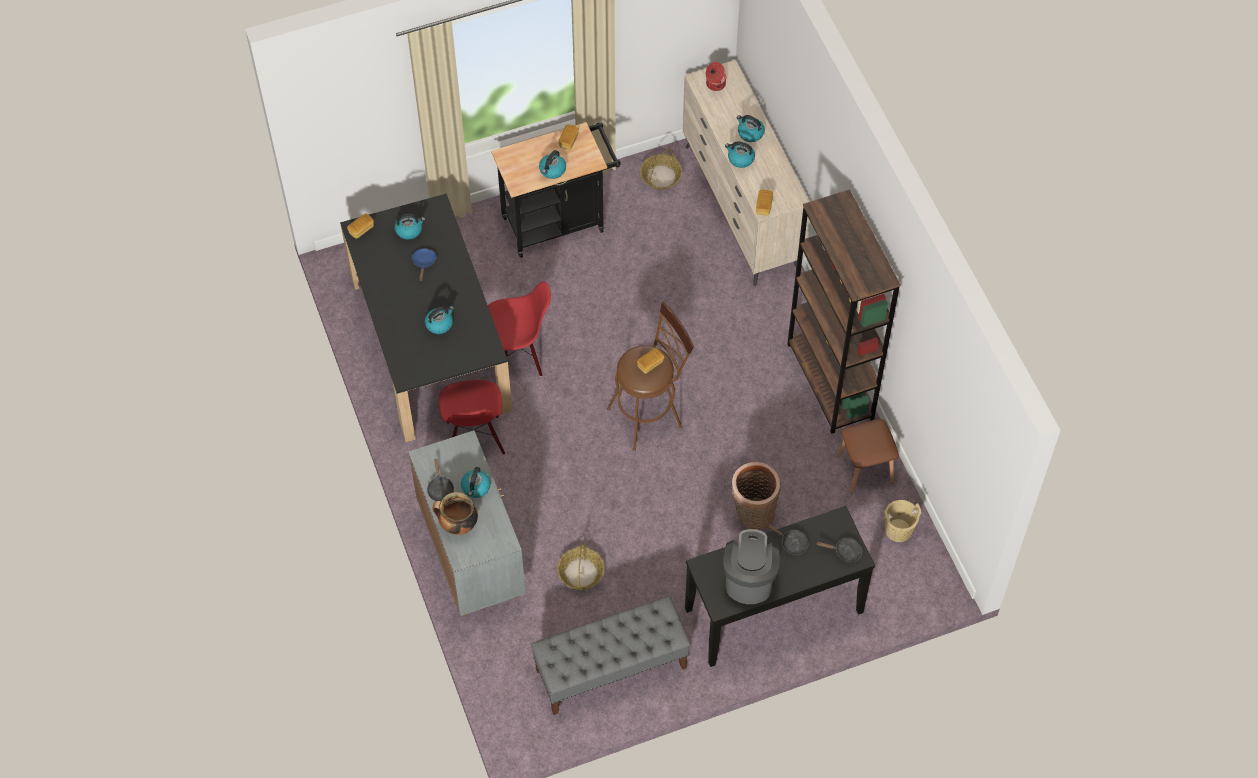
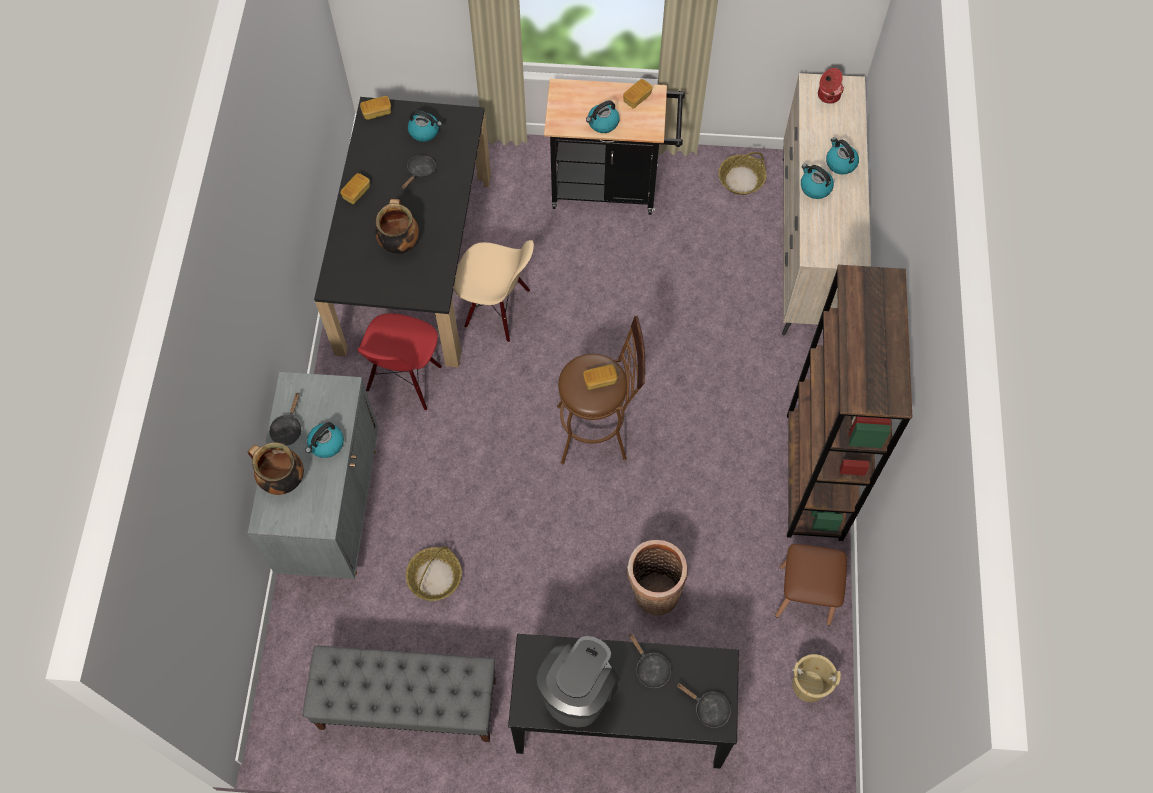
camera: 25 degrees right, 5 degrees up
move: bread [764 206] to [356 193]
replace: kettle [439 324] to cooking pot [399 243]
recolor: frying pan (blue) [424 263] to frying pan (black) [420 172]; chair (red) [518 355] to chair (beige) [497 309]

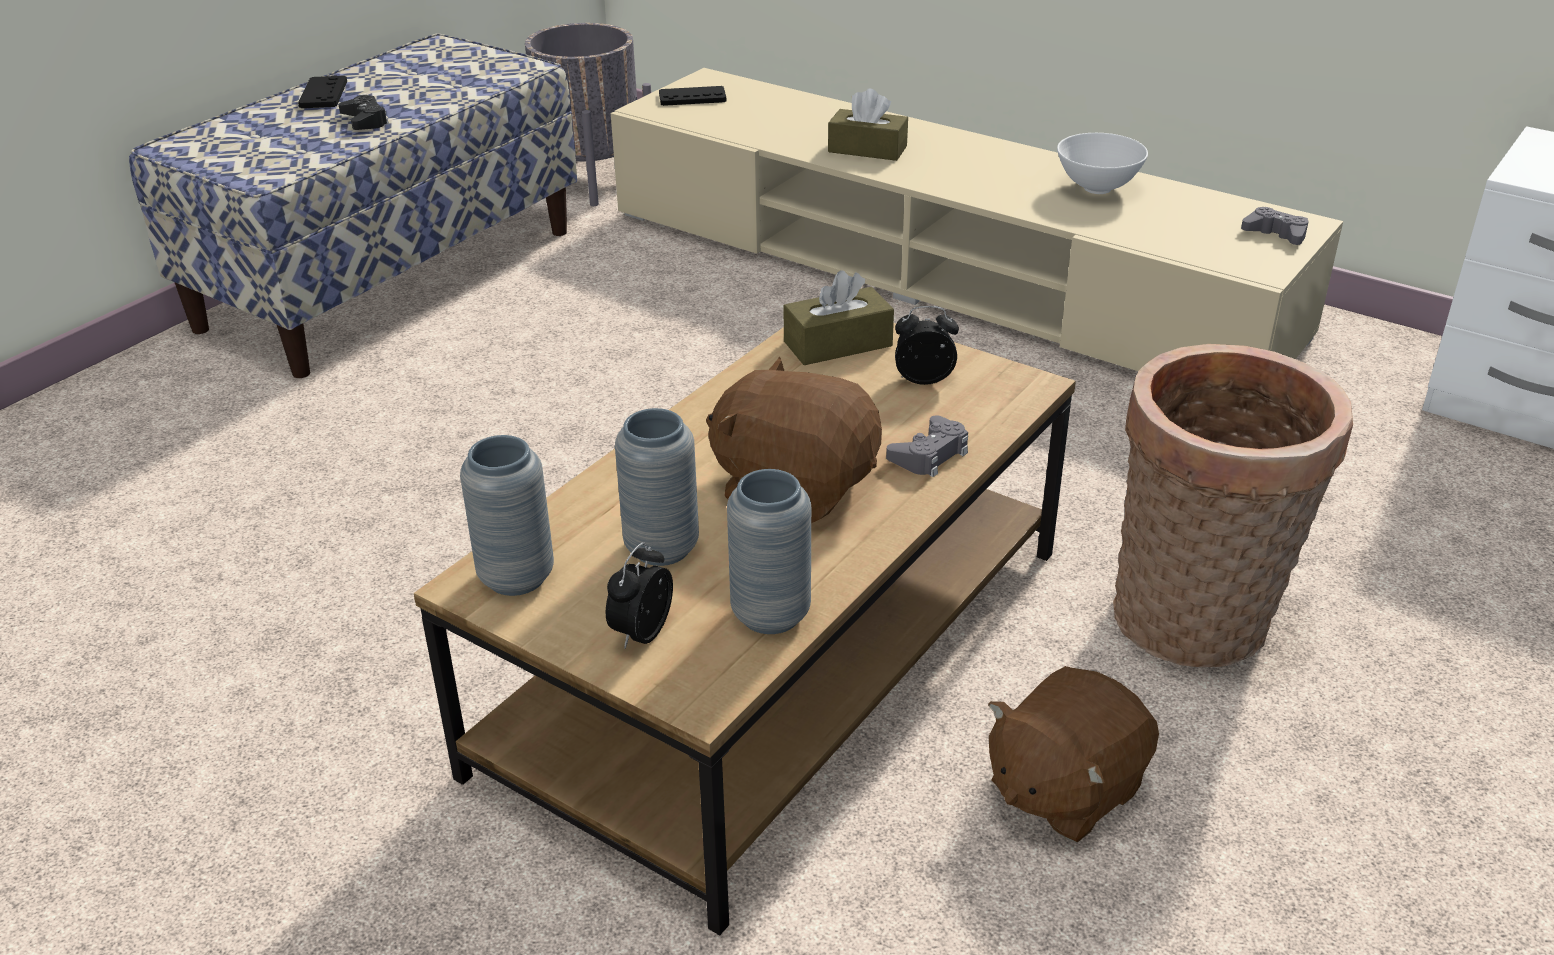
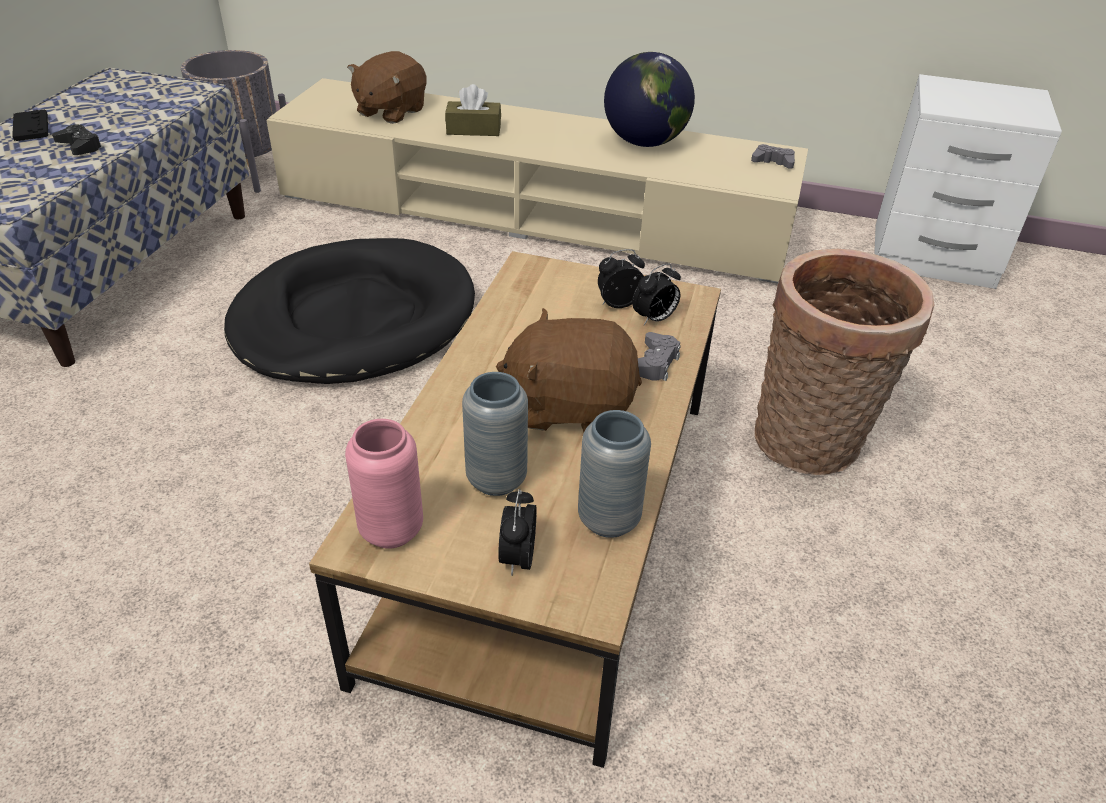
camera: 20 degrees left, 5 degrees up
delete: game controller (black) [692 98]; tissue box (brown) [838 344]
insert: dog bed (black) [354 319]; alarm clock [654 319]
move: plush toy (brown) [1063 789] to [390 111]
replace: bowl (white) [1098 188] to globe [645 142]
recolor: vase (grey) [516 577] to vase (pink) [391 530]

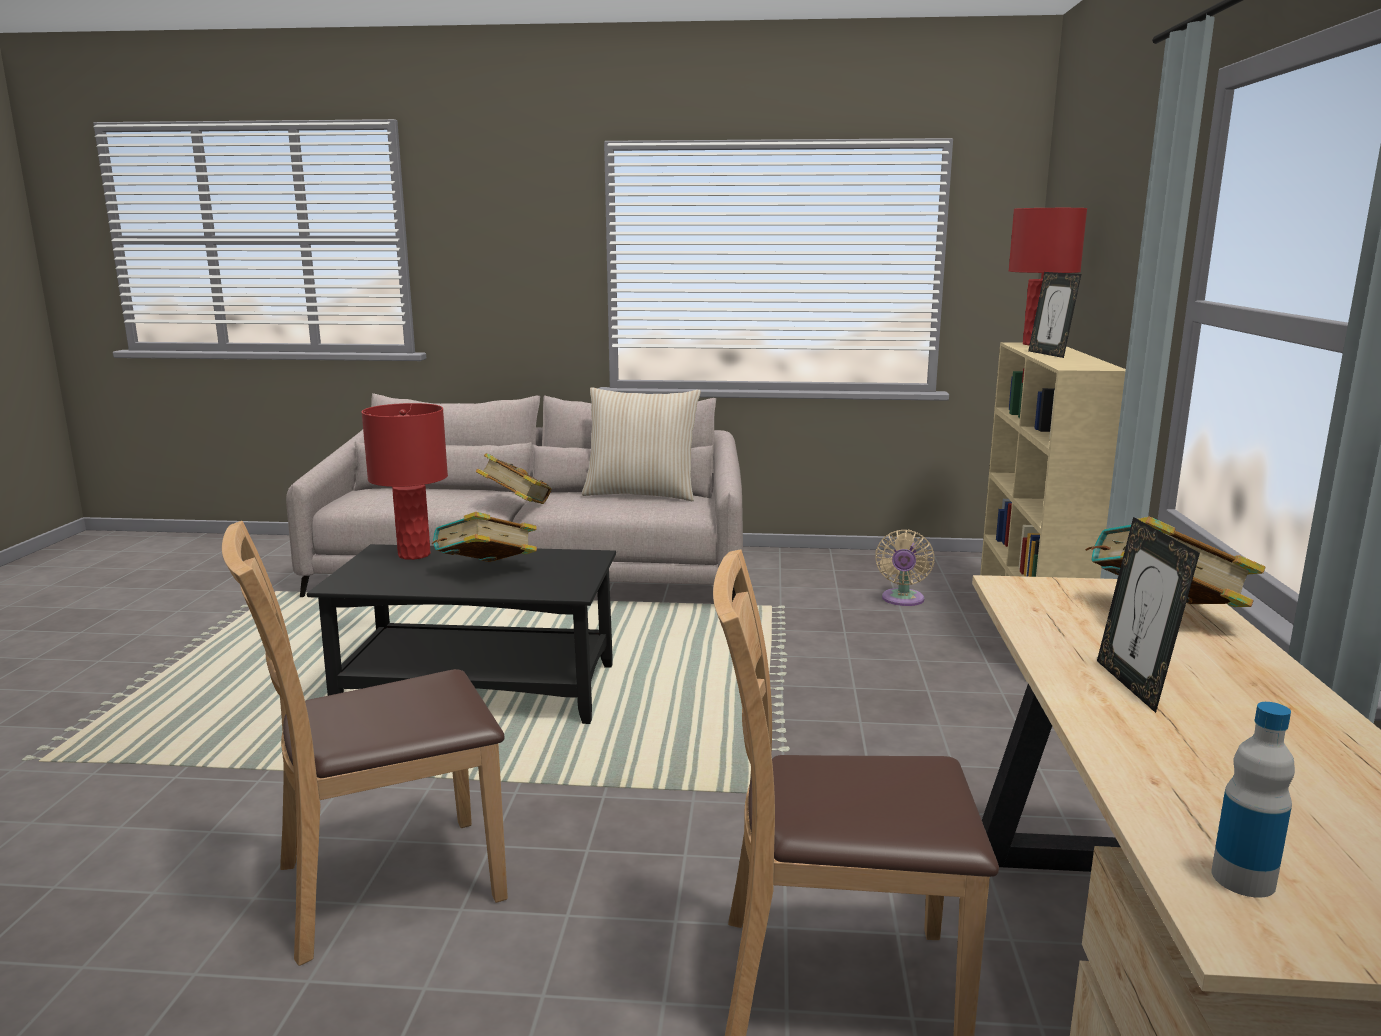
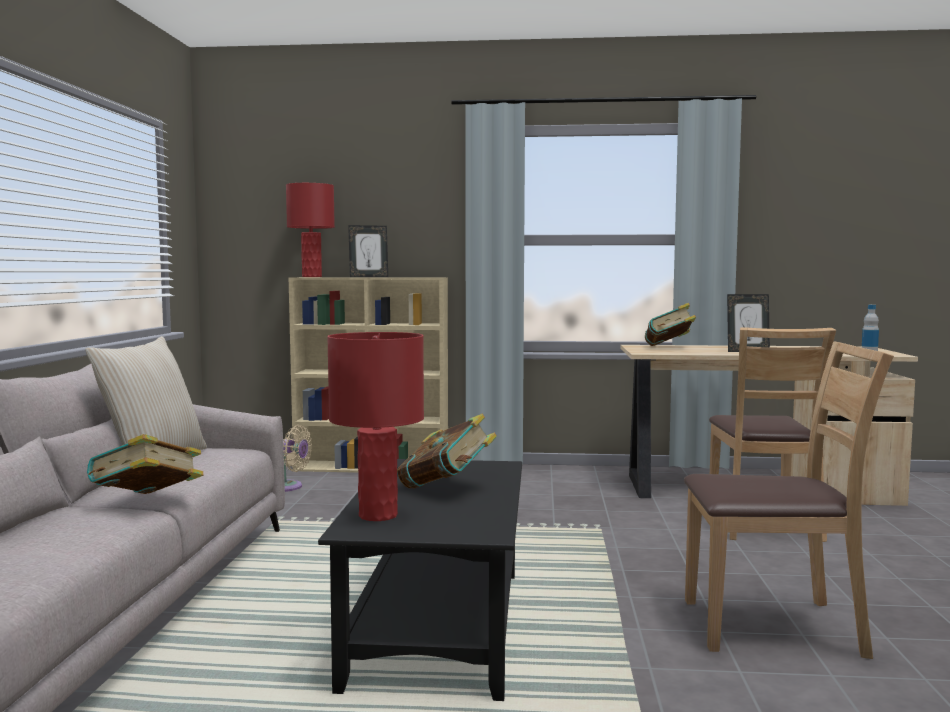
camera: 90 degrees left, 10 degrees down
rotate: chair (brown) [387 884] = [774 626] 60 degrees counterclockwise

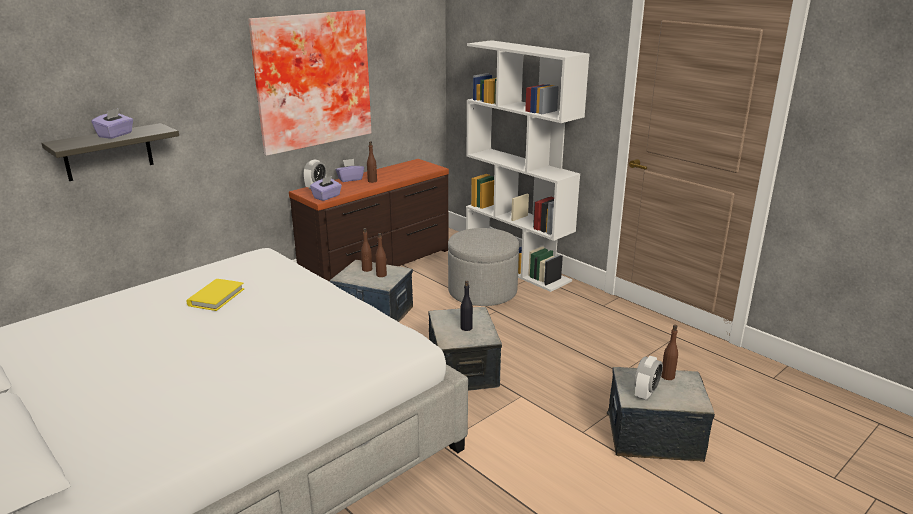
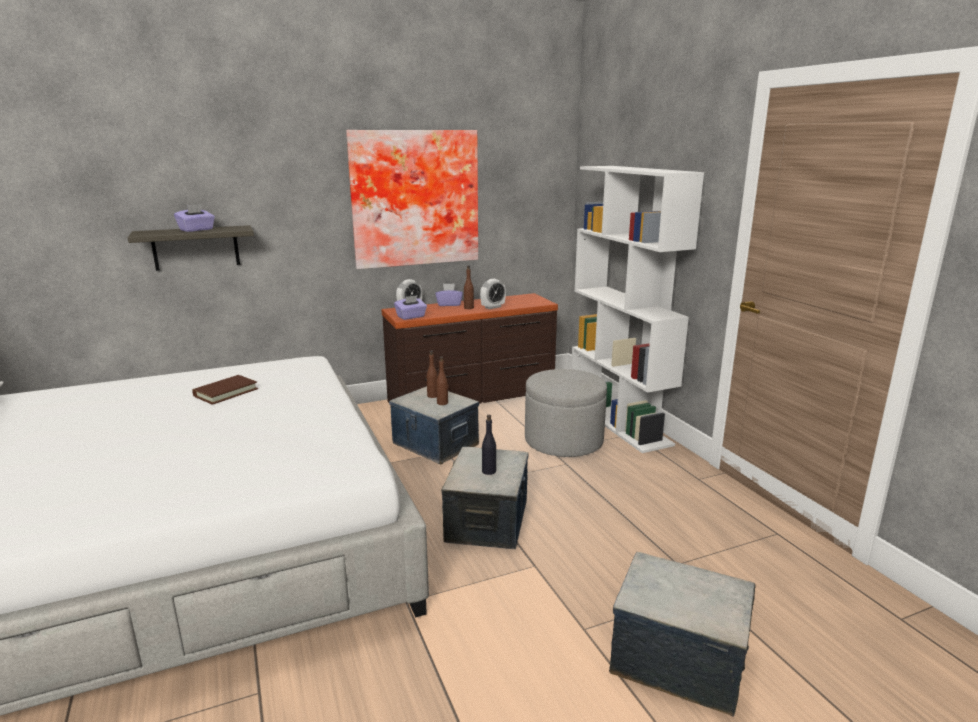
camera: 20 degrees right, 5 degrees down
delete: bottle (brown) [667 376]
move: alarm clock [645 393] to [493 307]
recolor: book (yellow) [216 297] to book (brown) [226 392]

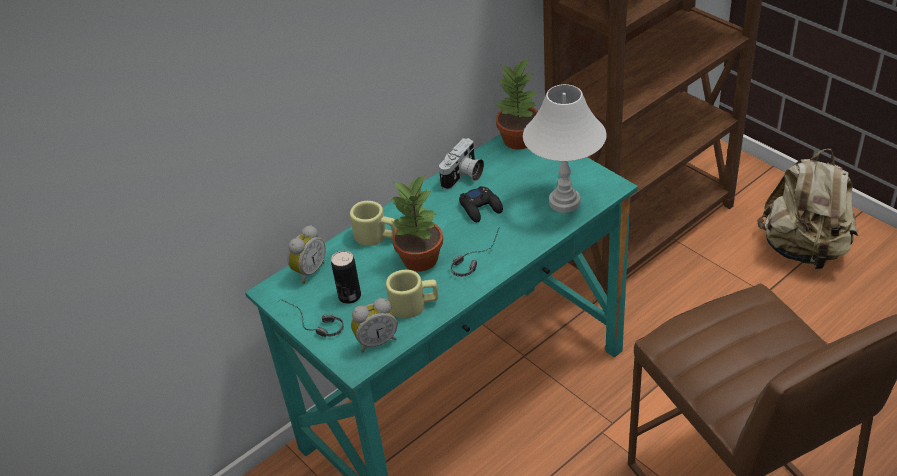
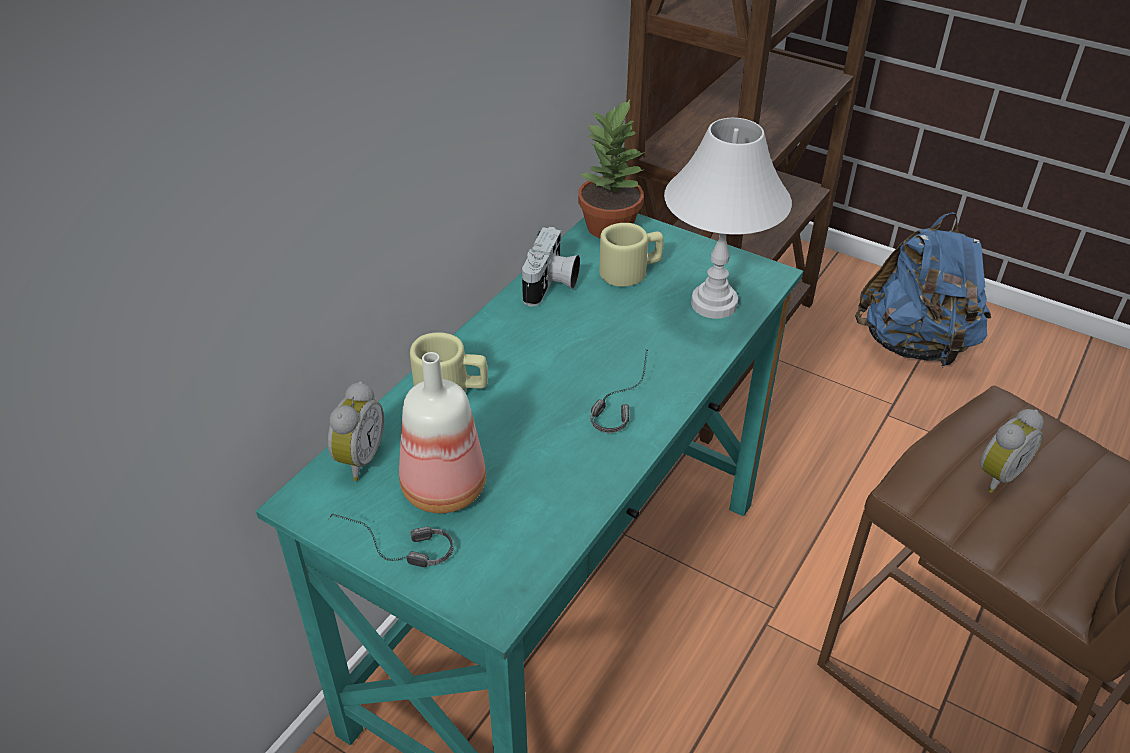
camera: 20 degrees left, 0 degrees up
delete: potted plant [421 259]; game controller (black) [481 208]
move: alarm clock [376 341] to [996 474]; mug (beige) [414 305] to [631 271]
replace: can [349 296] to bottle [442 490]
recolor: backpack (beige) [804 249] to backpack (blue) [914 345]

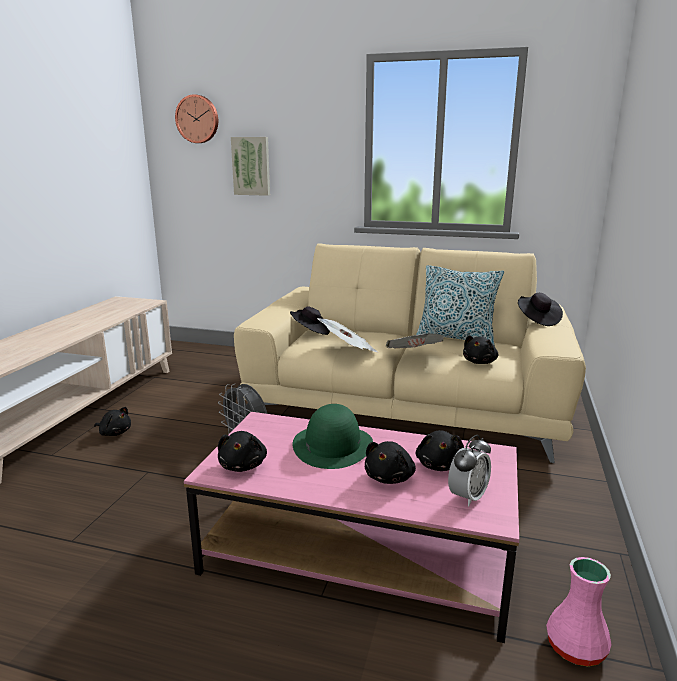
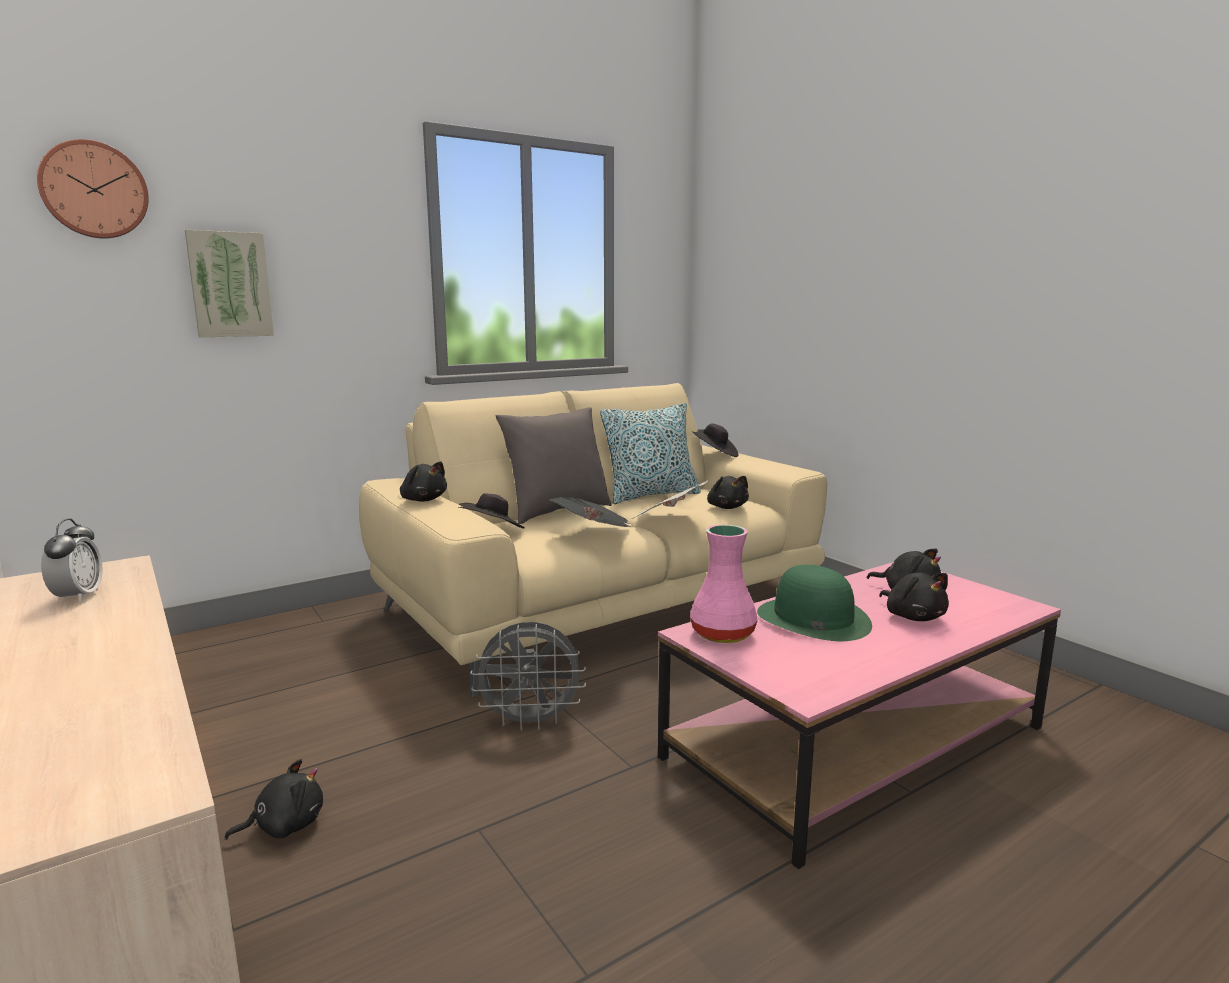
camera: 50 degrees left, 5 degrees down
insert: pillow (grey) [556 512]
move: plush toy (black) [243 465] to [423 500]; alarm clock [467 497] to [78 597]; vase (pink) [577 648] to [724 634]

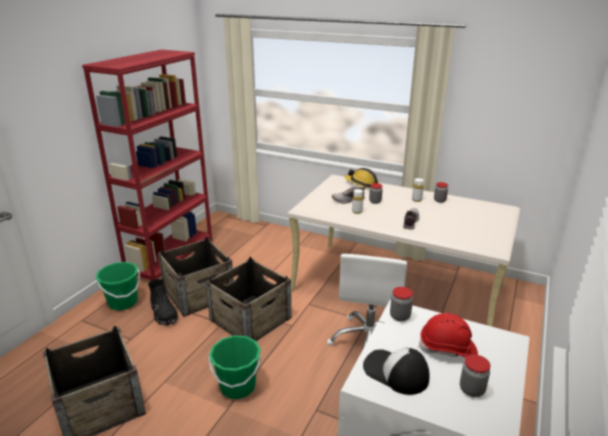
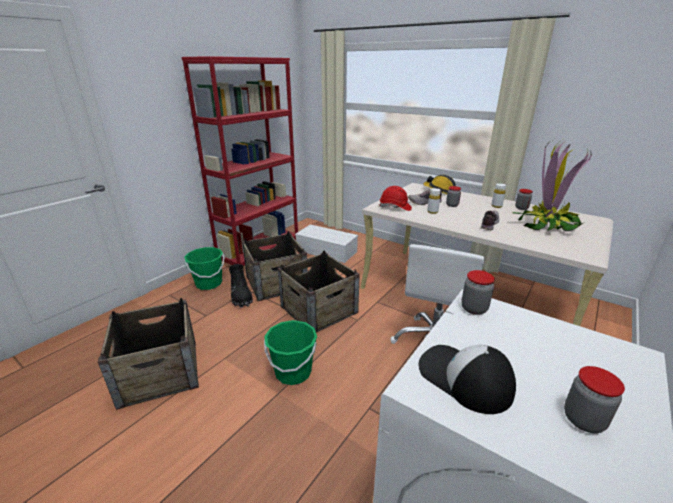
camera: 10 degrees right, 0 degrees up
insert: storage box (white) [327 251]; potted plant [547 225]
move: hard hat (red) [448 349] to [395 207]

